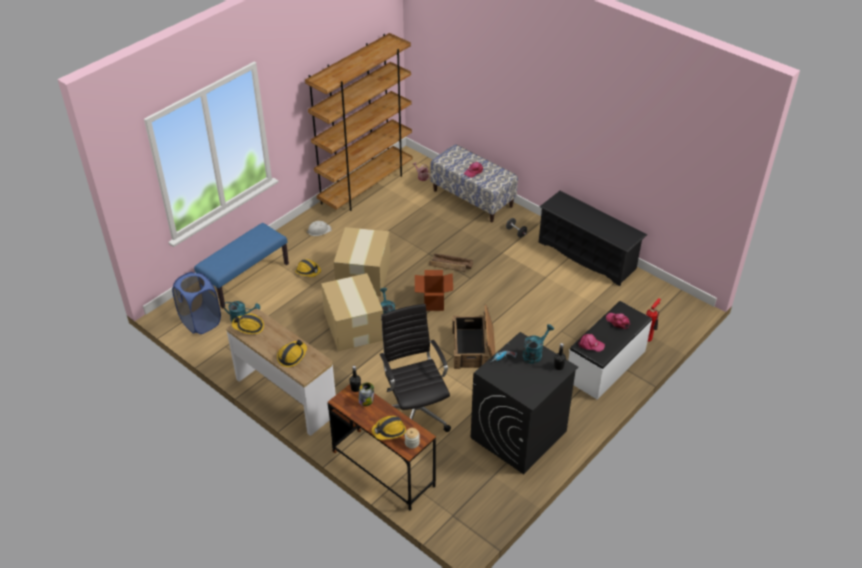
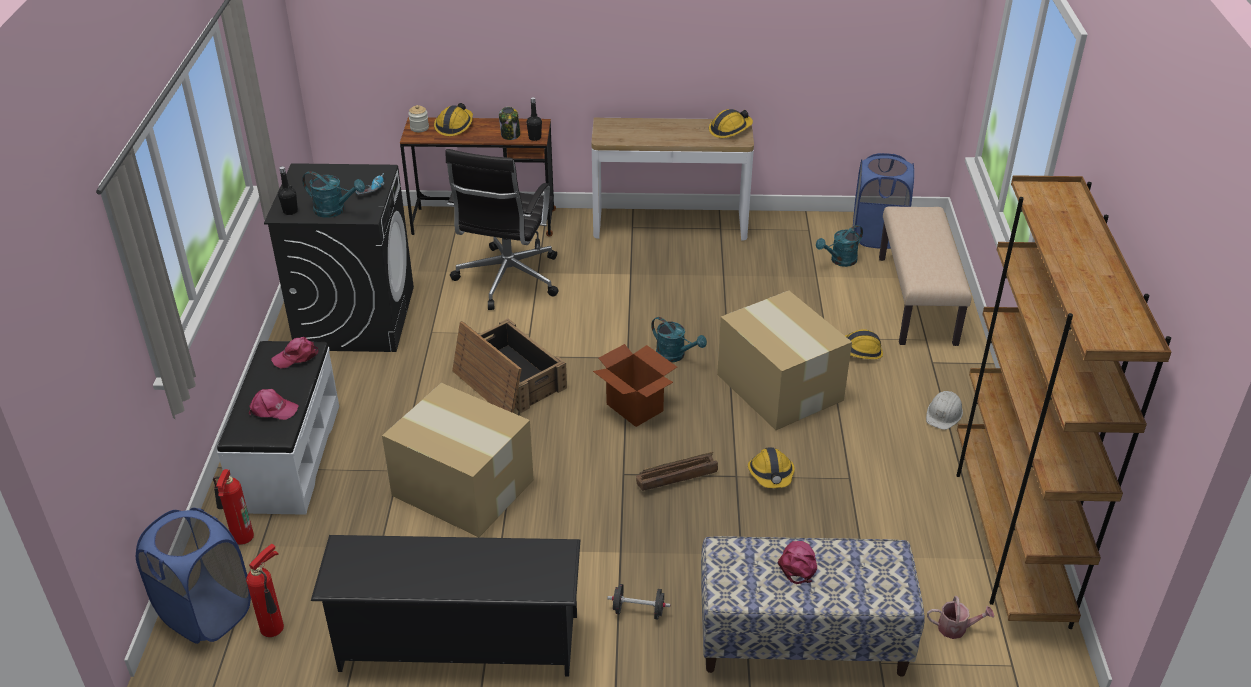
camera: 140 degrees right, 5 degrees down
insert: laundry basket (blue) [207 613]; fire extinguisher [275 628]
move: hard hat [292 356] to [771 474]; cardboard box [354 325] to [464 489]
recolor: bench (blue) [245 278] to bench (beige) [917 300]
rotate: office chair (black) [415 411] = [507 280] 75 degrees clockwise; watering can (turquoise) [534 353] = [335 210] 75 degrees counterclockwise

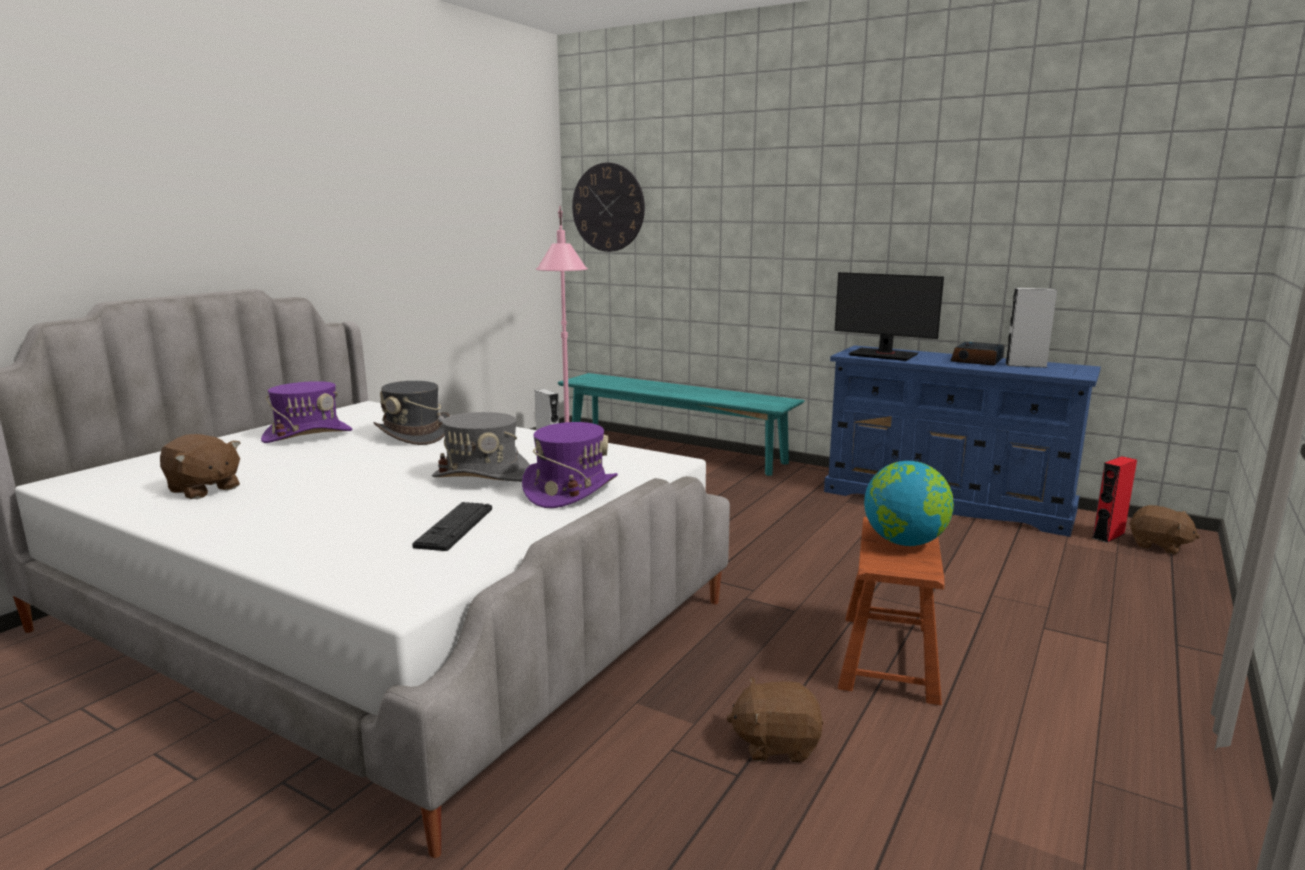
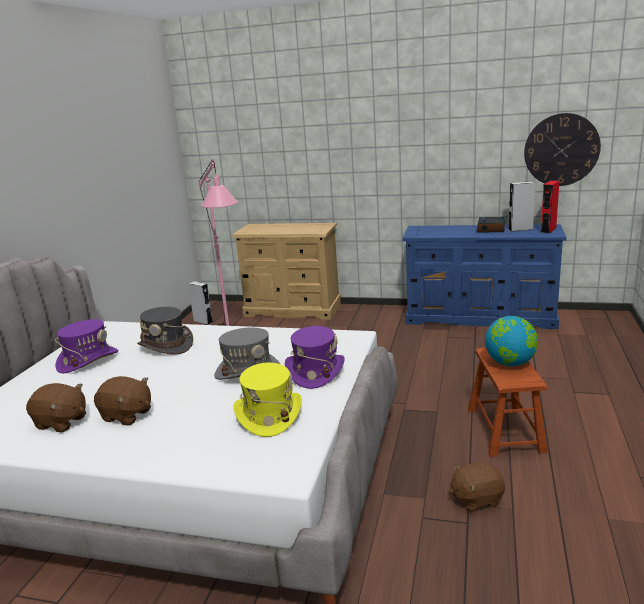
camera: 15 degrees left, 5 degrees up
delete: monitor [883 355]
move: wall clock [608 207] to [561 150]; speaker (red) [1108 535] to [548 230]; plush toy (brown) [1158 546] to [127 415]
replace: keyboard [454 527] to hat (yellow) [269 415]; bench (turquoise) [674 451] to dresser (beige) [292 310]

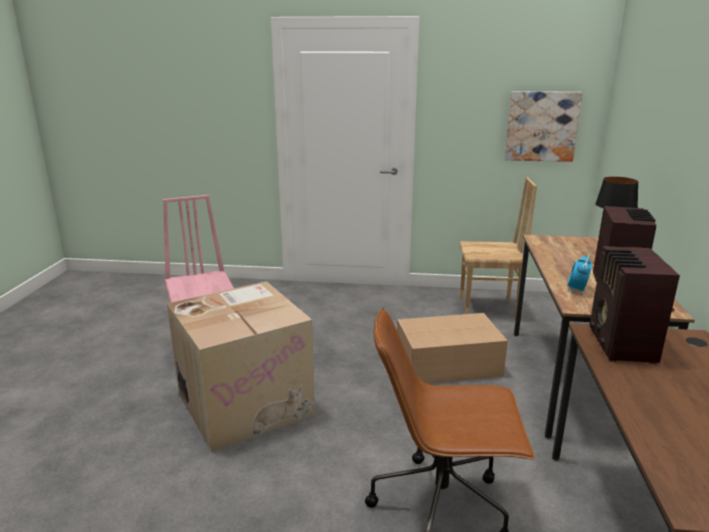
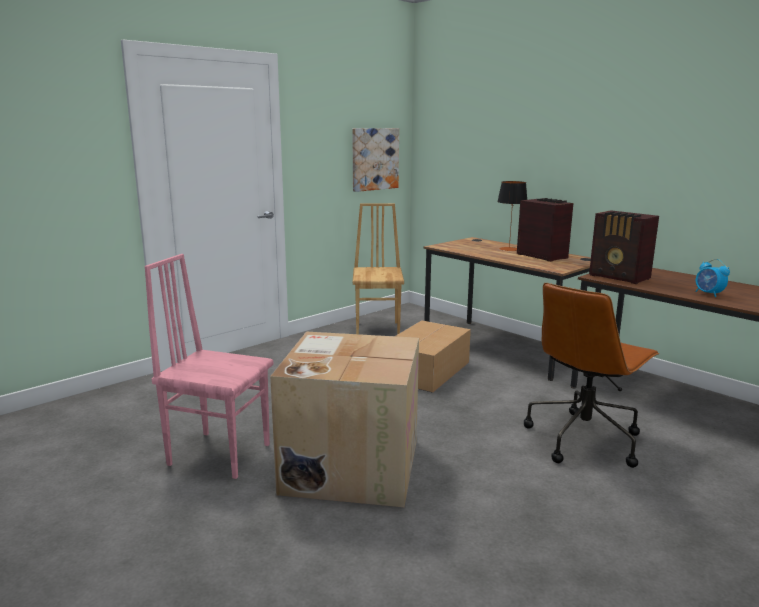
camera: 50 degrees left, 5 degrees down
move: alarm clock [577 290] to [708 294]
rotate: chair (brown) [488 309] = [378 330] 45 degrees counterclockwise

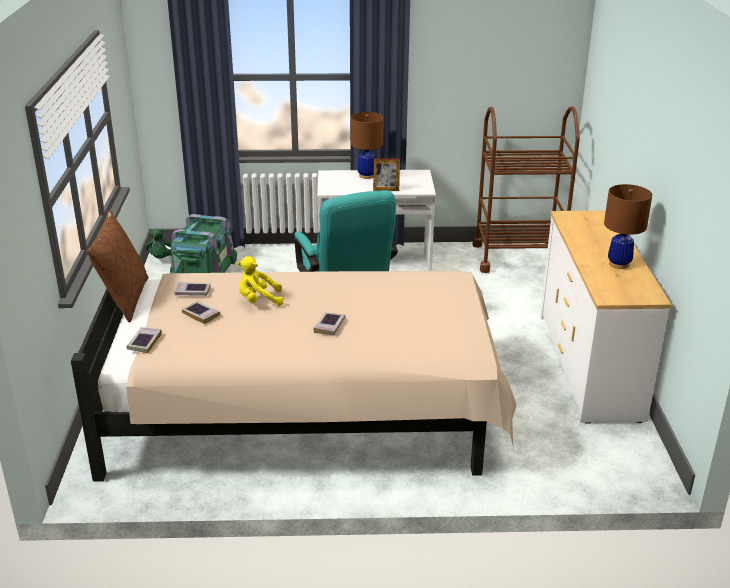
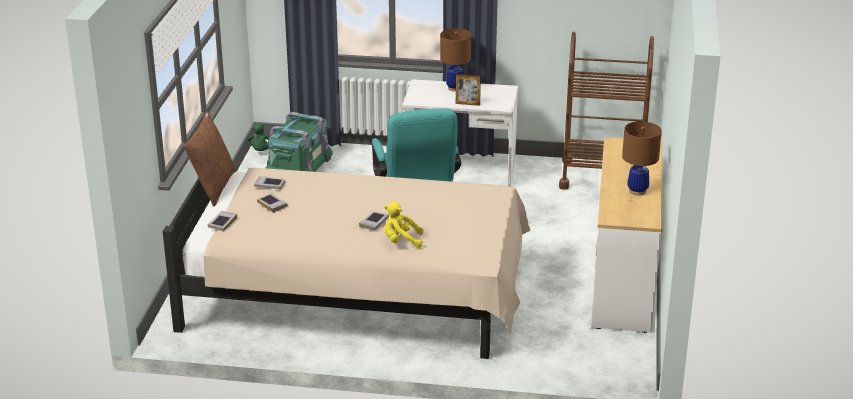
camera: 10 degrees right, 0 degrees up
move: plush toy (yellow) [259 301] to [401 241]

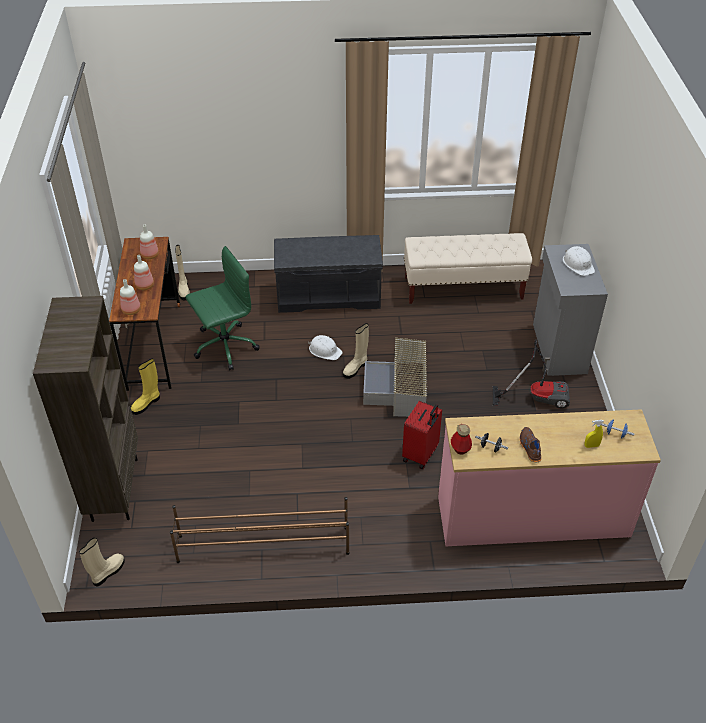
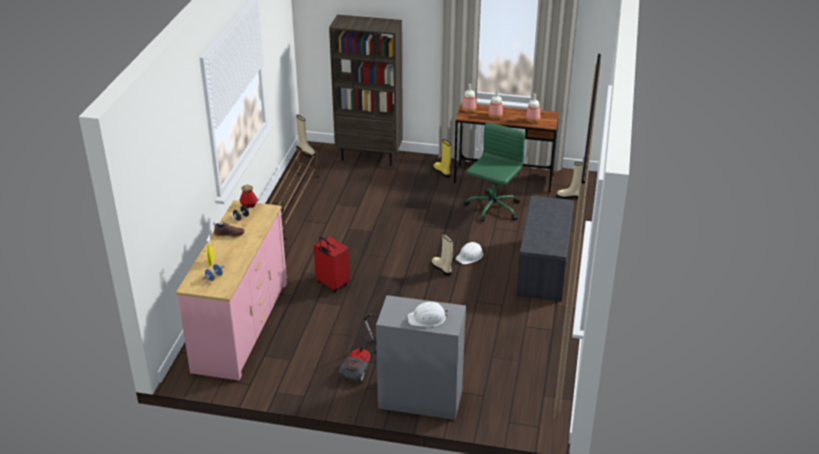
camera: 105 degrees right, 10 degrees down
delete: storage box (grey) [399 389]; bench (beige) [463 288]
rotate: office chair (green) [224 346] = [492 208] 135 degrees counterclockwise

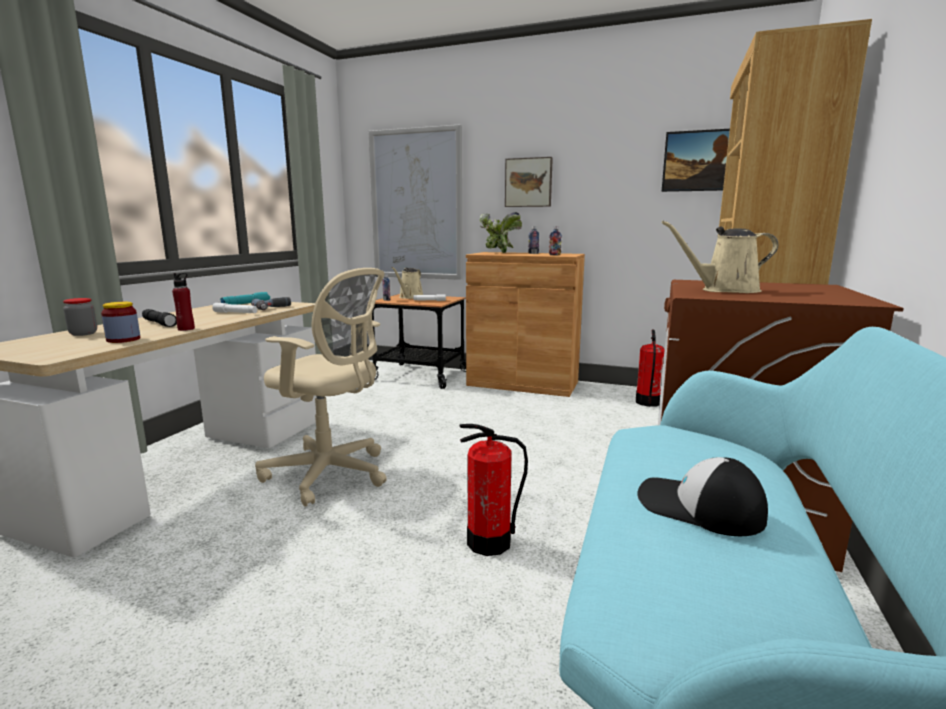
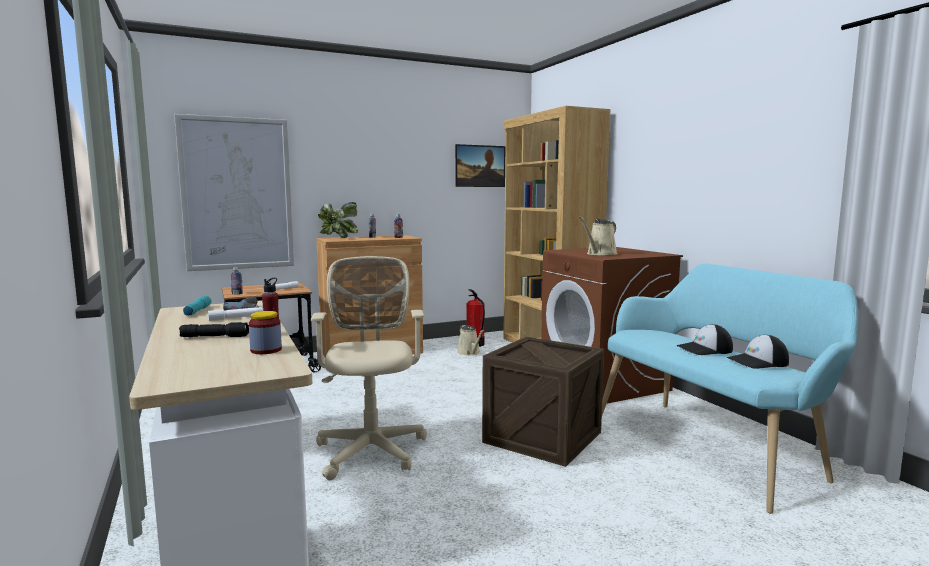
camera: 45 degrees left, 5 degrees down
delete: jar [83 334]; picture [528 182]
insert: cap [758 362]
move: watering can (beige) [410 297] to [469 352]
replace: fire extinguisher [489 542] to crate [542 437]
rotate: office chair (beige) [331 474] = [371 448] 75 degrees counterclockwise

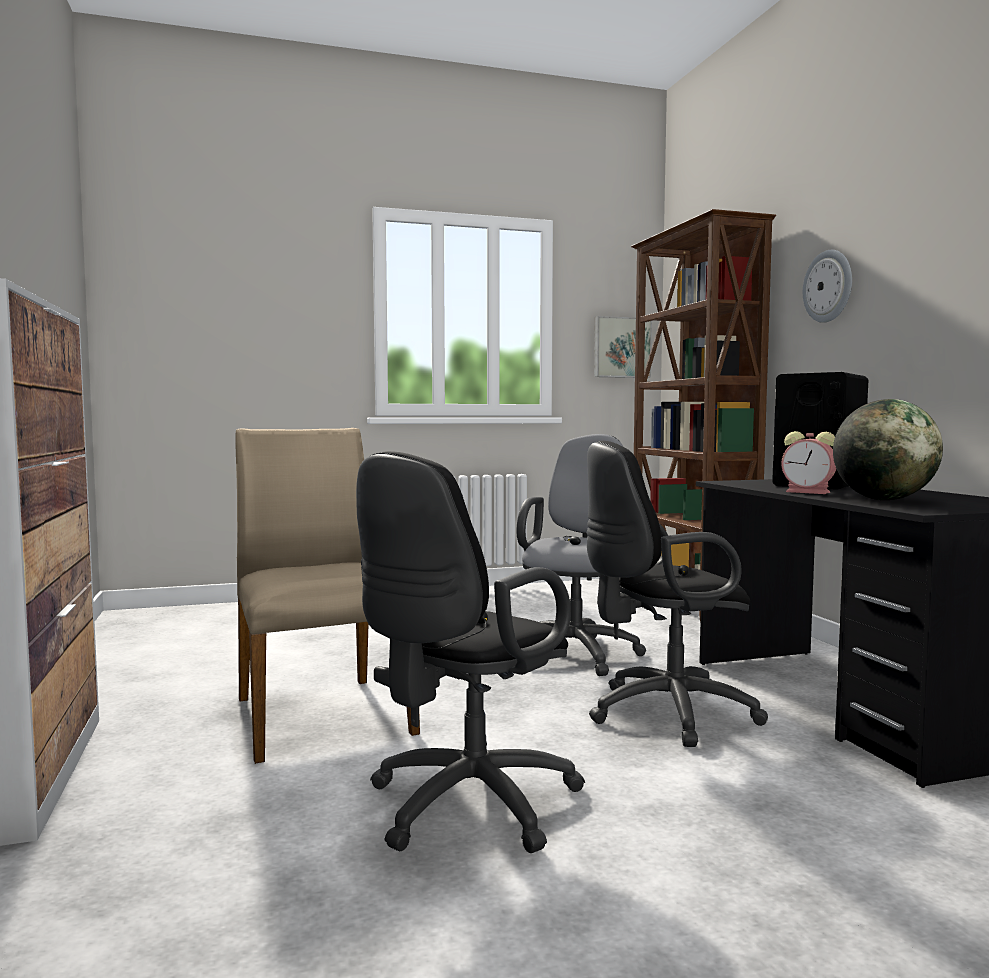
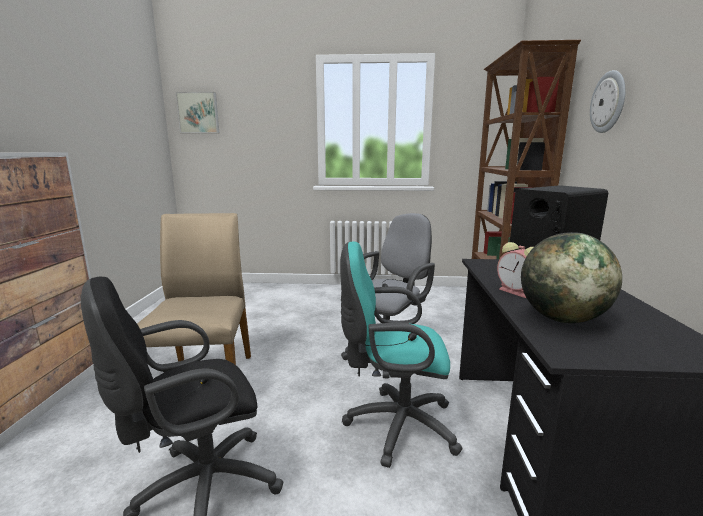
camera: 20 degrees right, 10 degrees up
move: picture [621 347] to [198 113]
recolor: office chair (black) [663 714] to office chair (turquoise) [395 425]

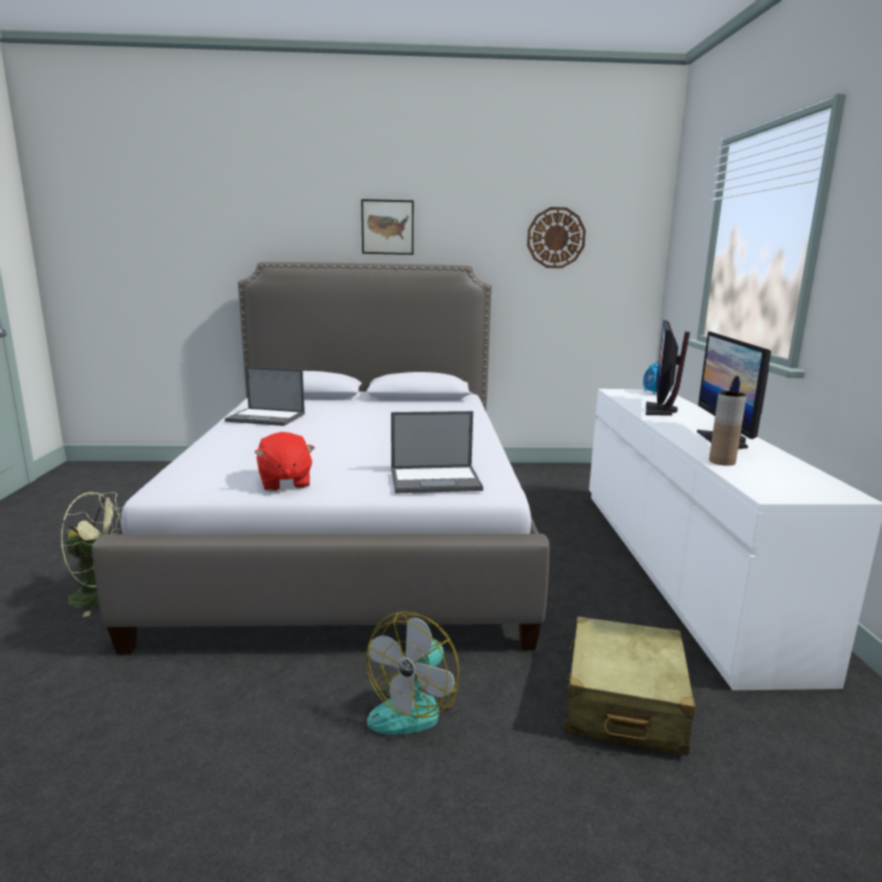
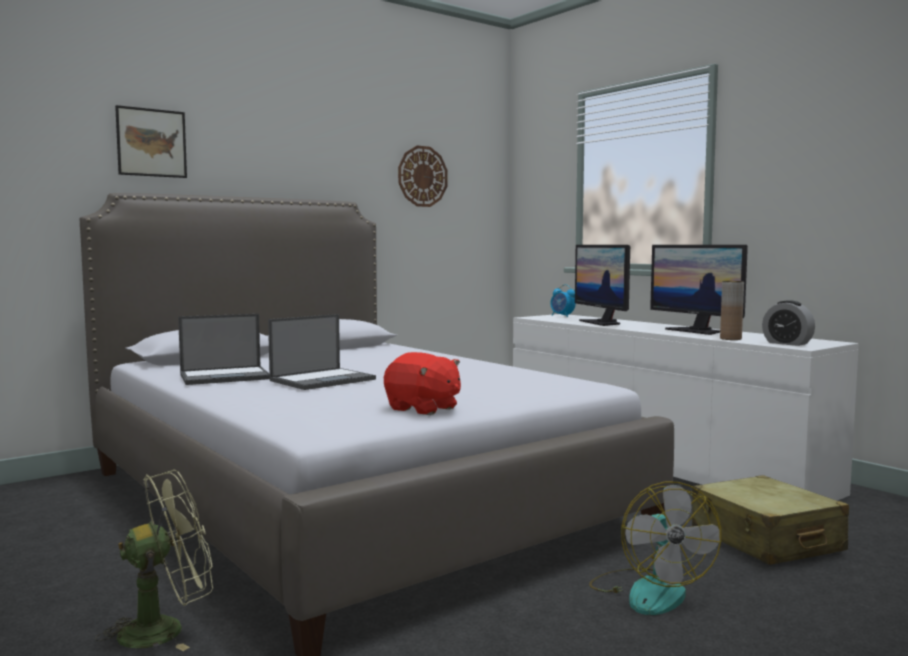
camera: 35 degrees left, 10 degrees down
insert: alarm clock [787 343]
move: picture [387 227] to [151 142]; laptop [436 480] to [323 380]

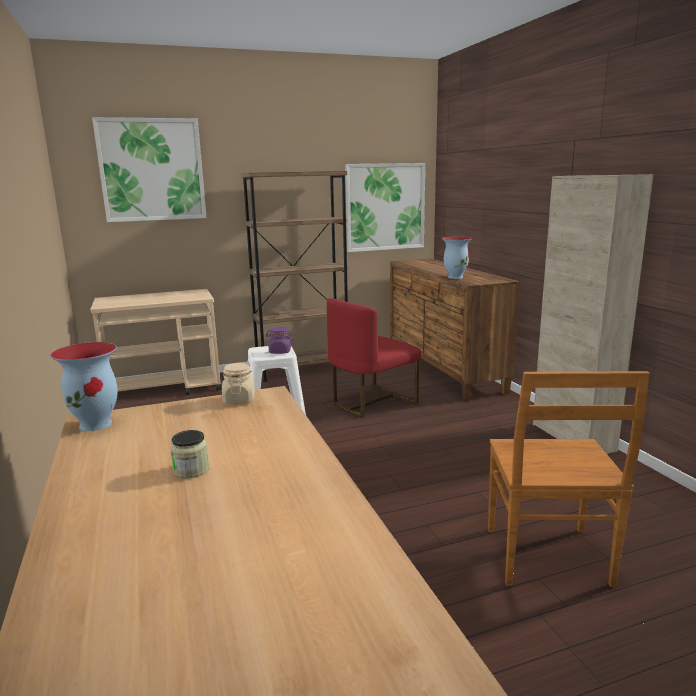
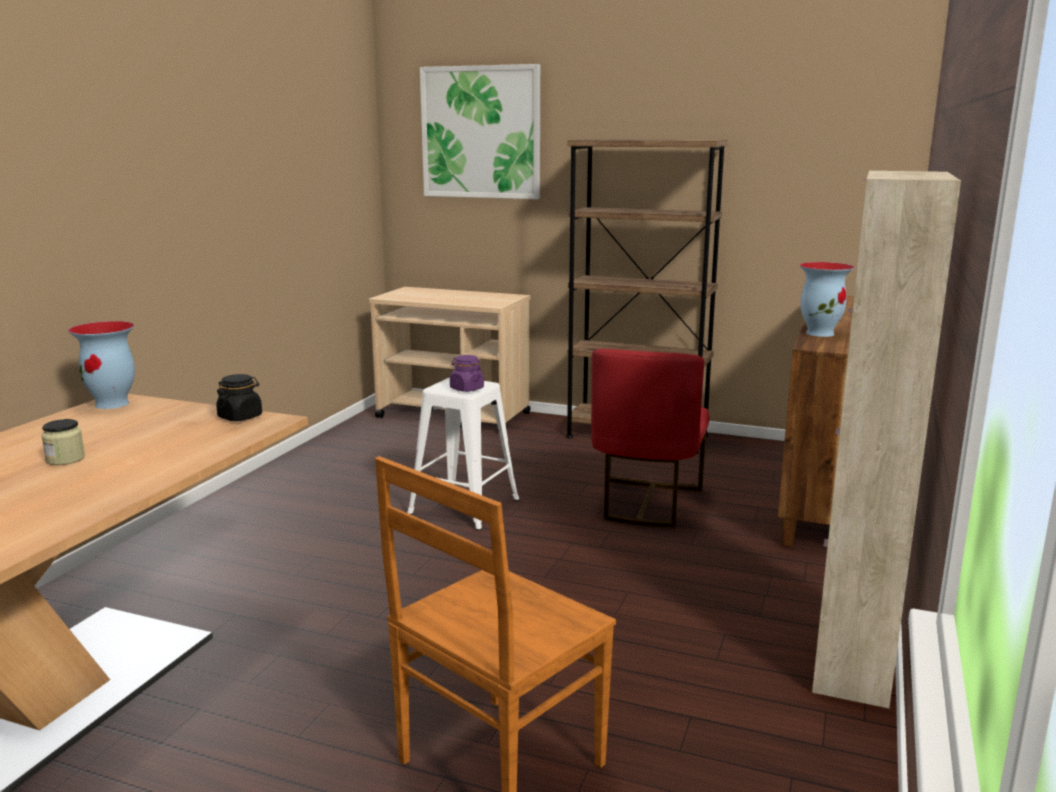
camera: 40 degrees right, 0 degrees up
delete: picture [385 207]
recolor: jar (beige) [239 399] to jar (black) [240 417]
rotate: chair (red) [371 402] = [646 503] 75 degrees counterclockwise

